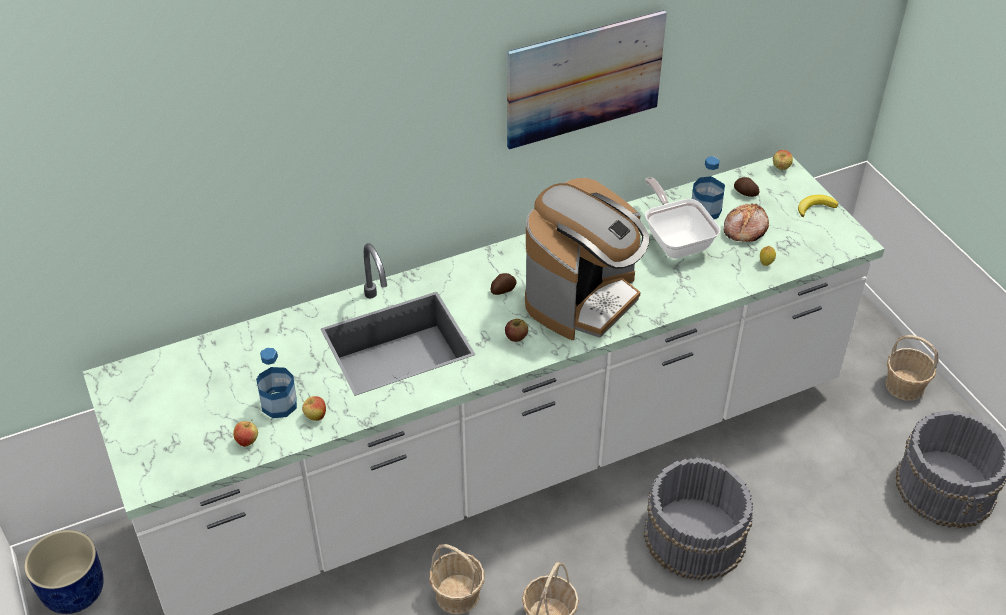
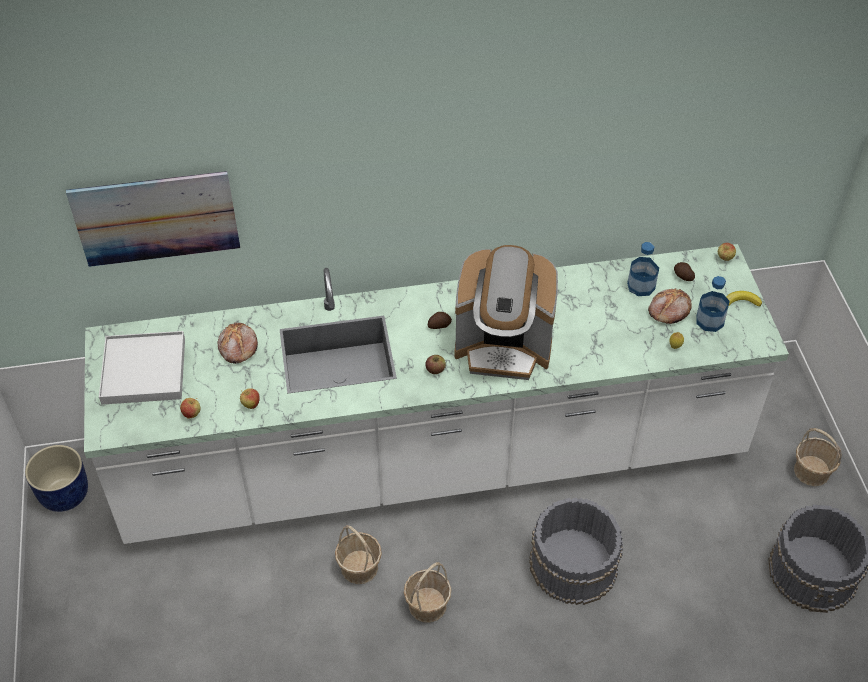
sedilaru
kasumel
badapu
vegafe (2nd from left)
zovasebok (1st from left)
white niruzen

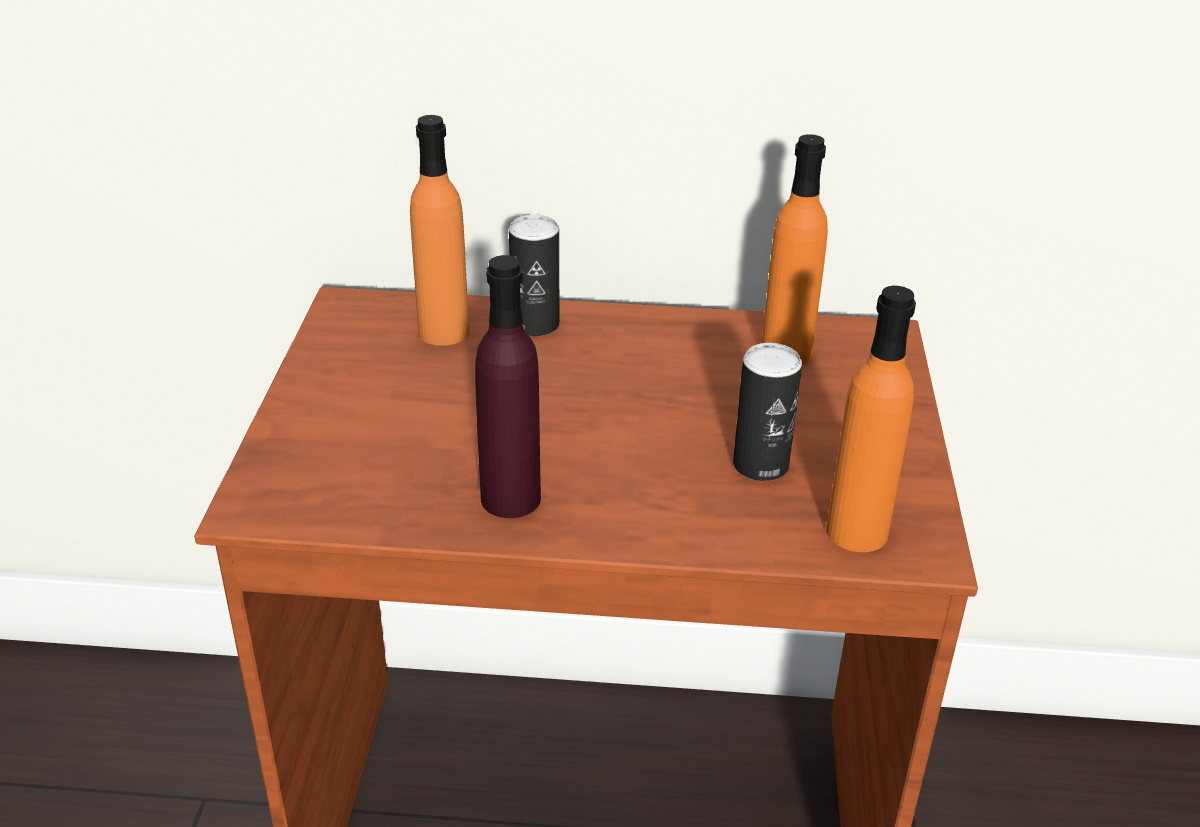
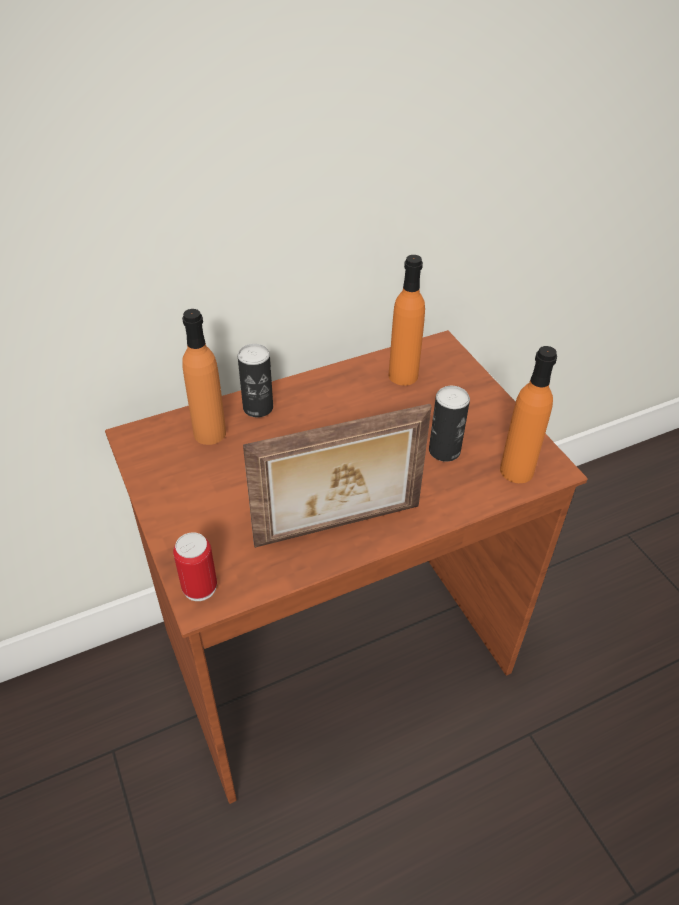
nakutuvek
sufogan (1st from left)

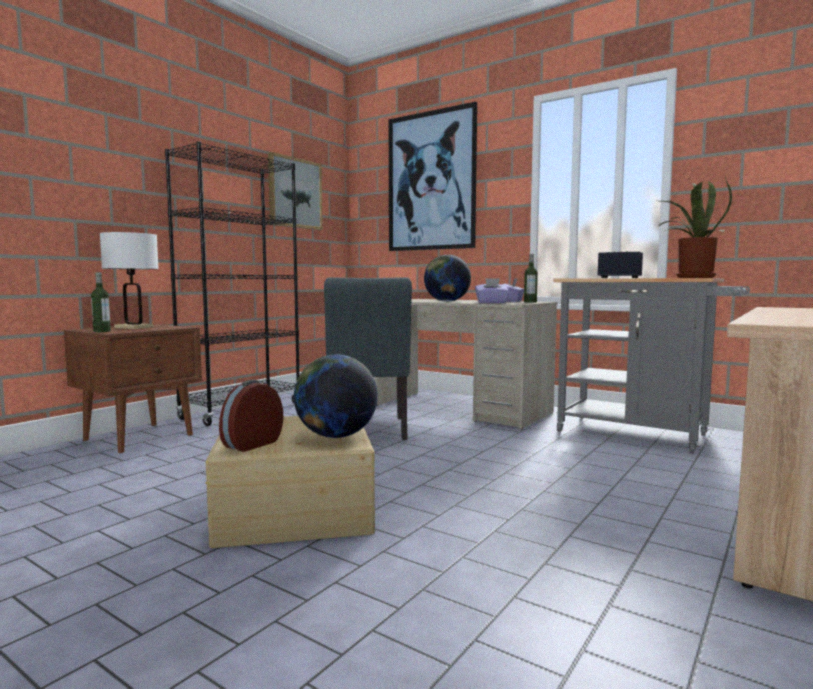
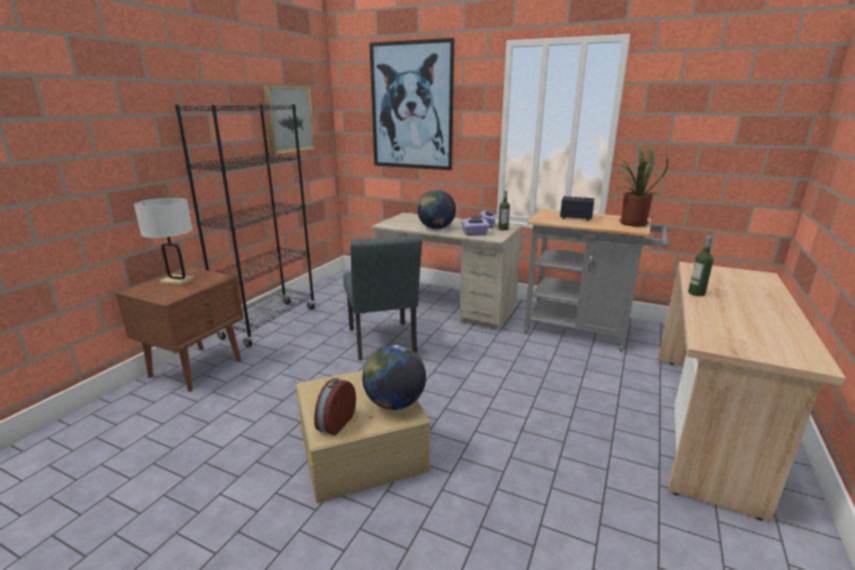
vegafe (2nd from left)

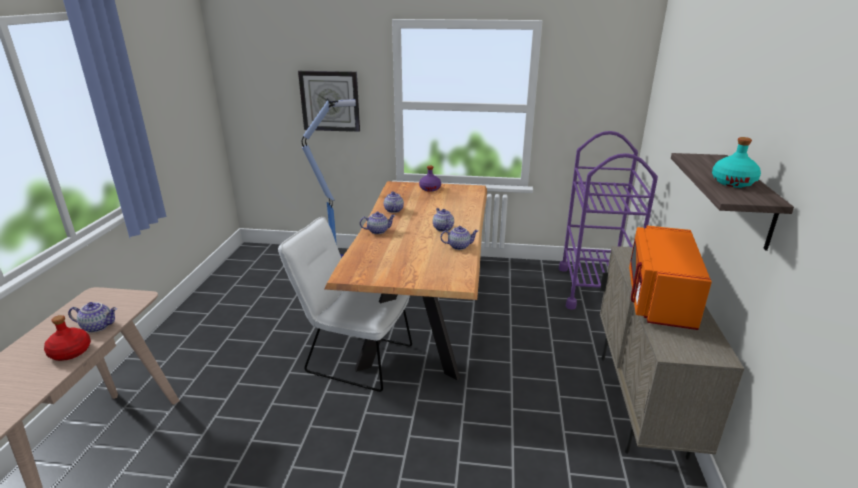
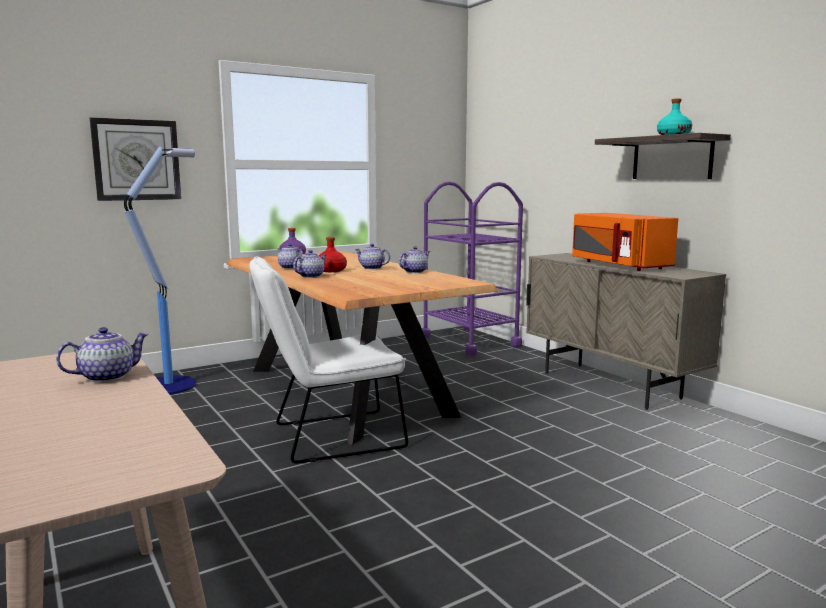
red vegafe

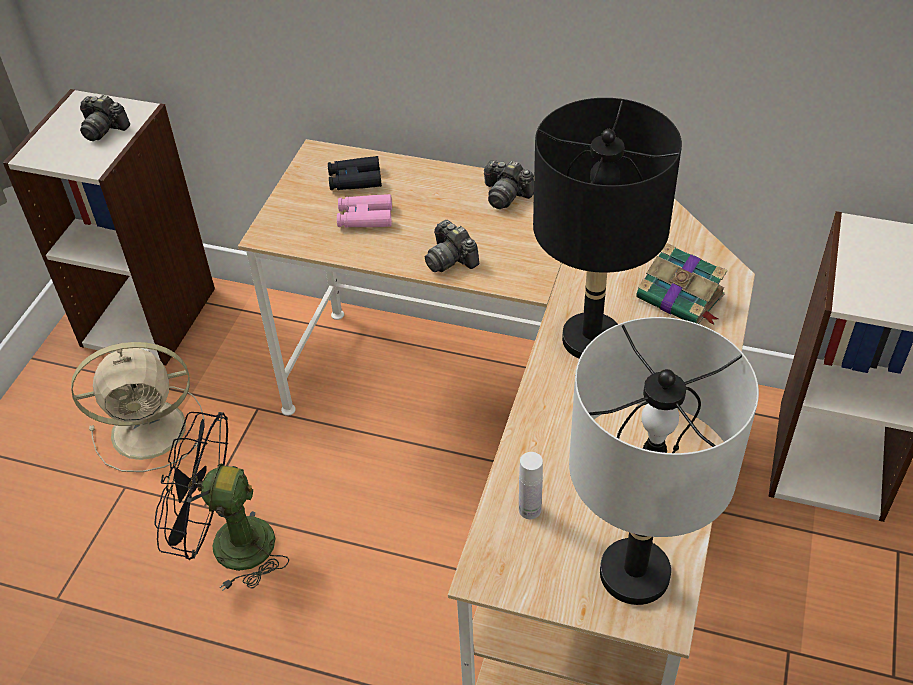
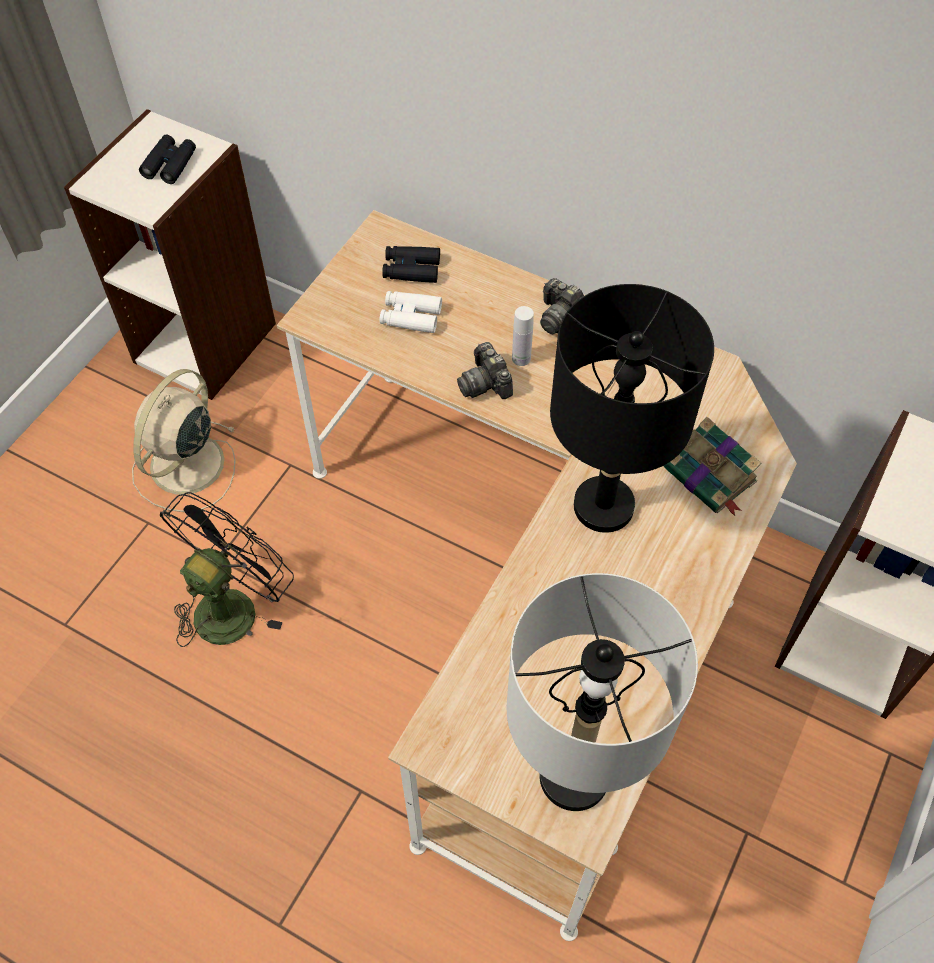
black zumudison (1st from left)
white zumudison
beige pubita
black pubita
white vegafe

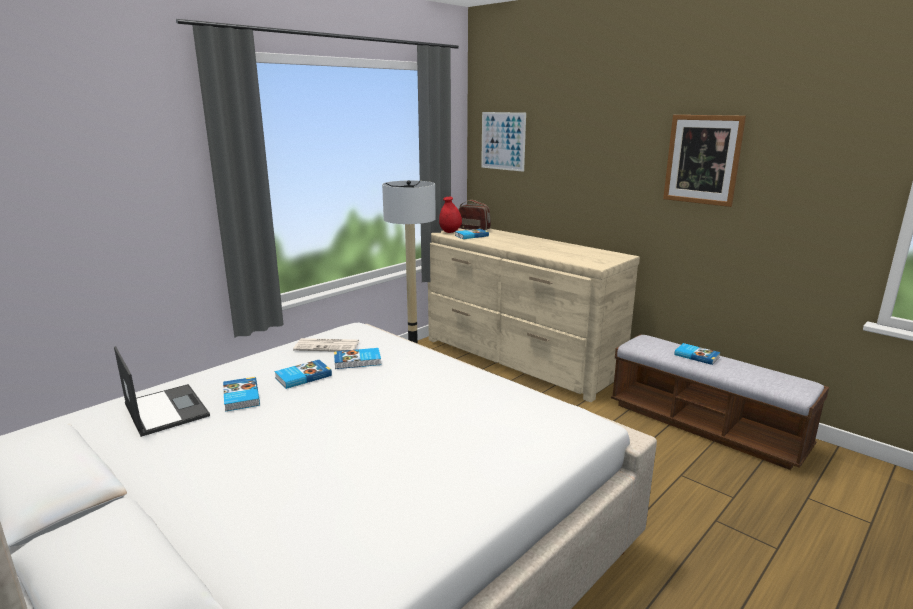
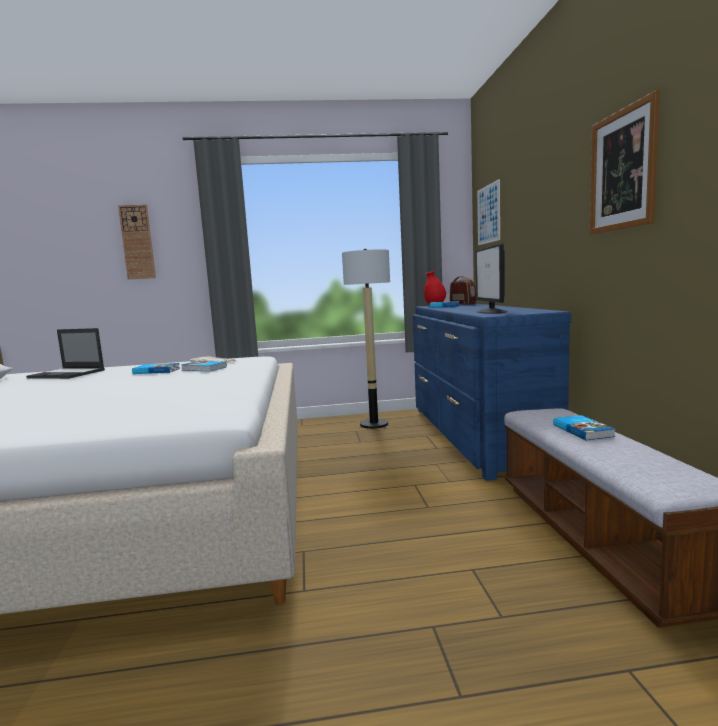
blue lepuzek
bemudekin
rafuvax (1st from left in the first image)
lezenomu
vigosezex

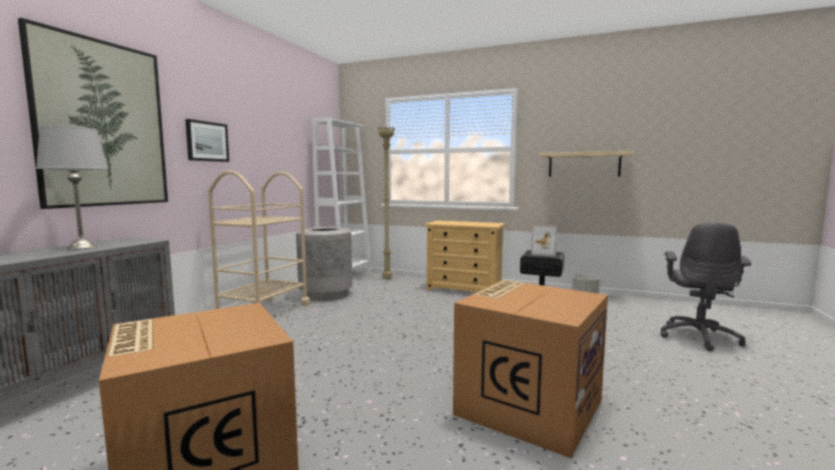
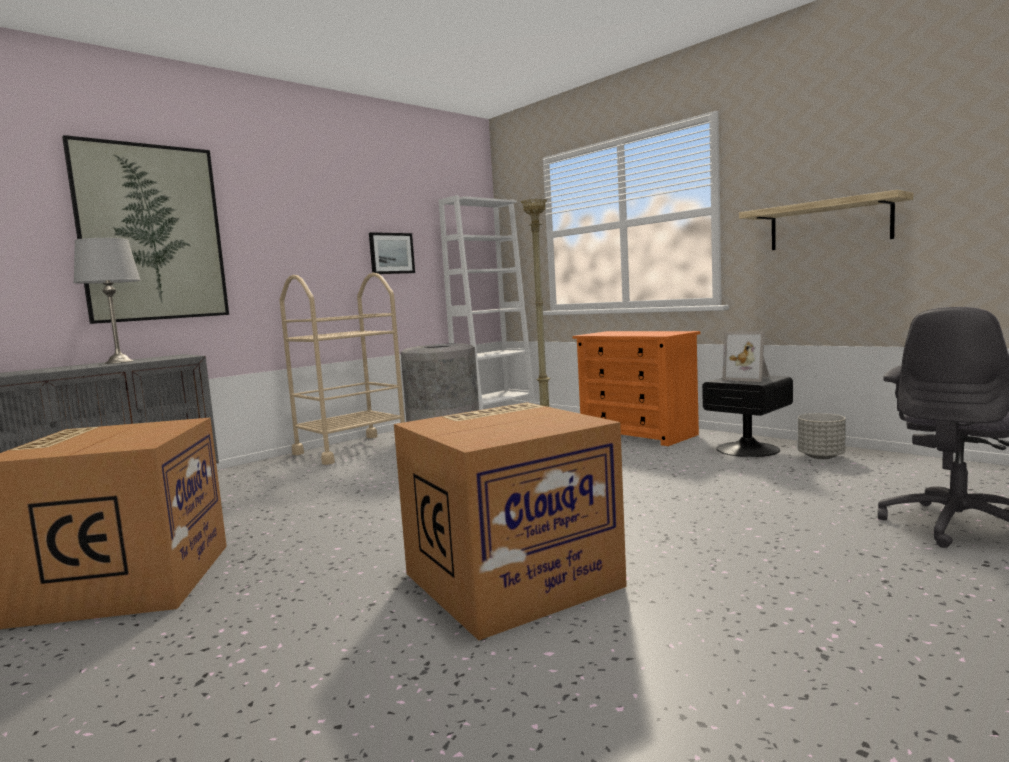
sedilaru (2nd from left)
orange lepuzek

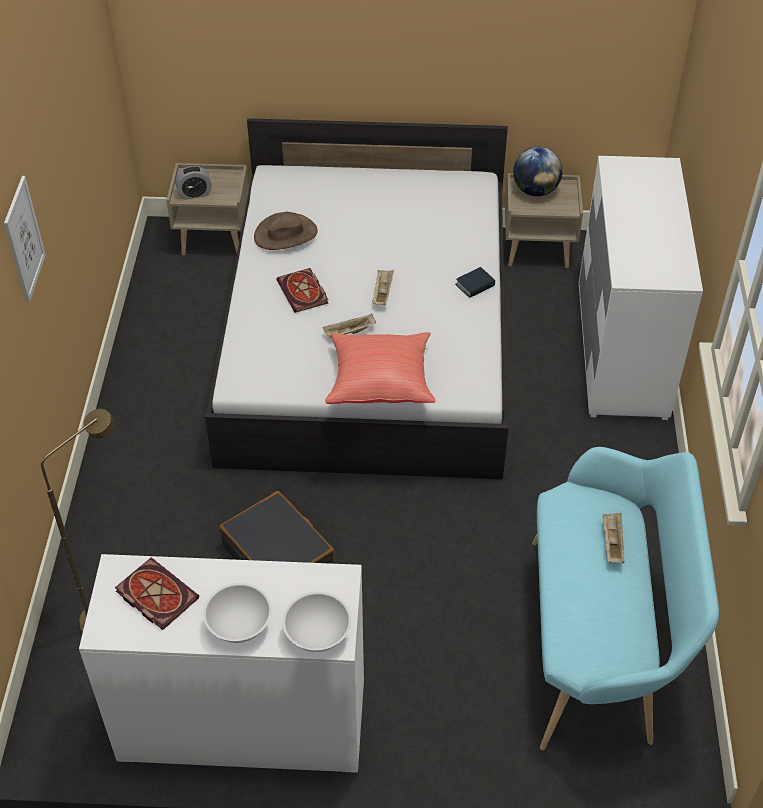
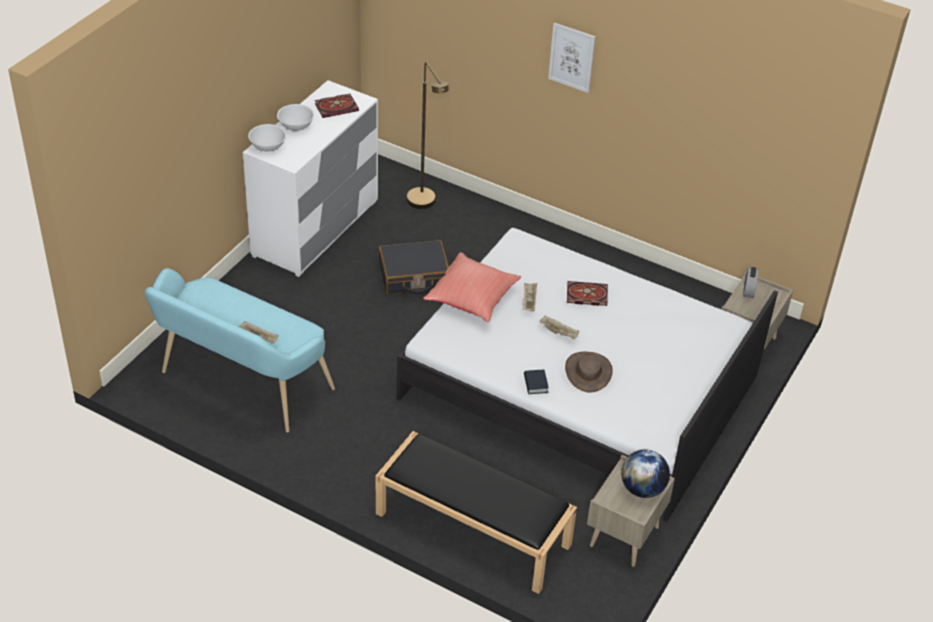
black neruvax
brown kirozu

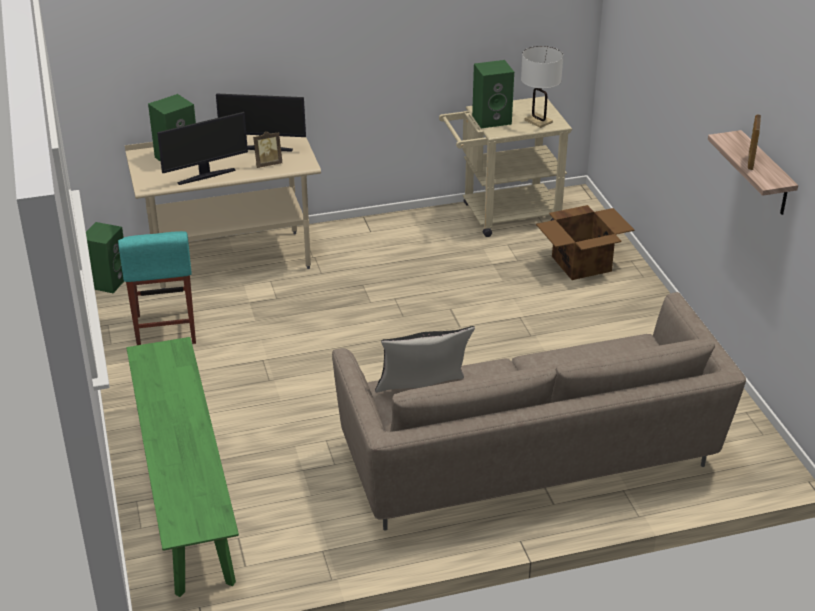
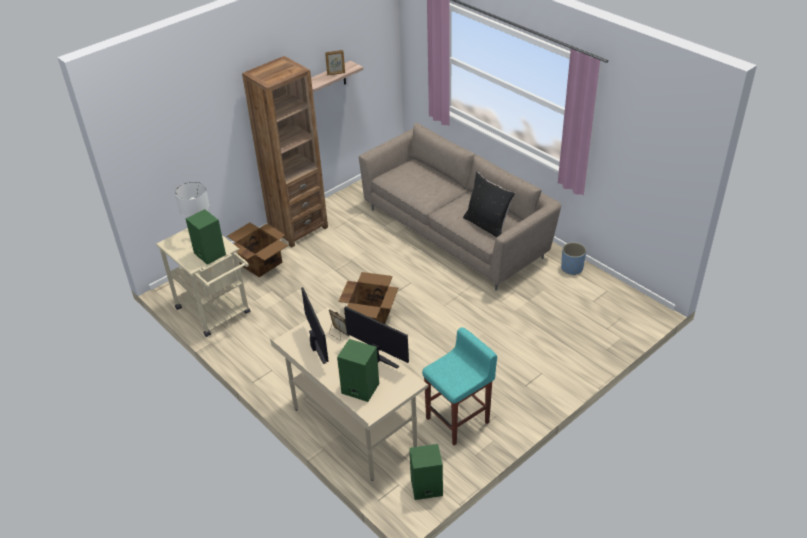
green neruvax
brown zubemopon
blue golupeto
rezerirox (2nd from left)

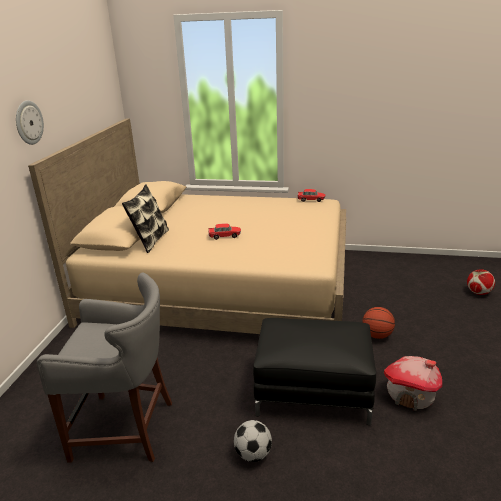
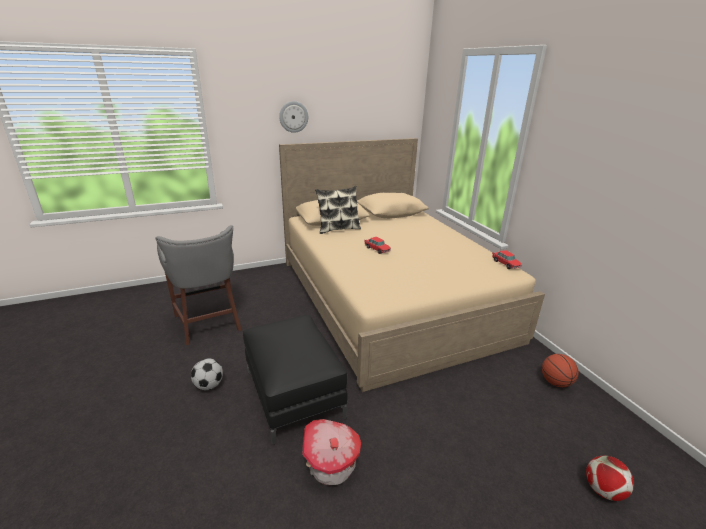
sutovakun

